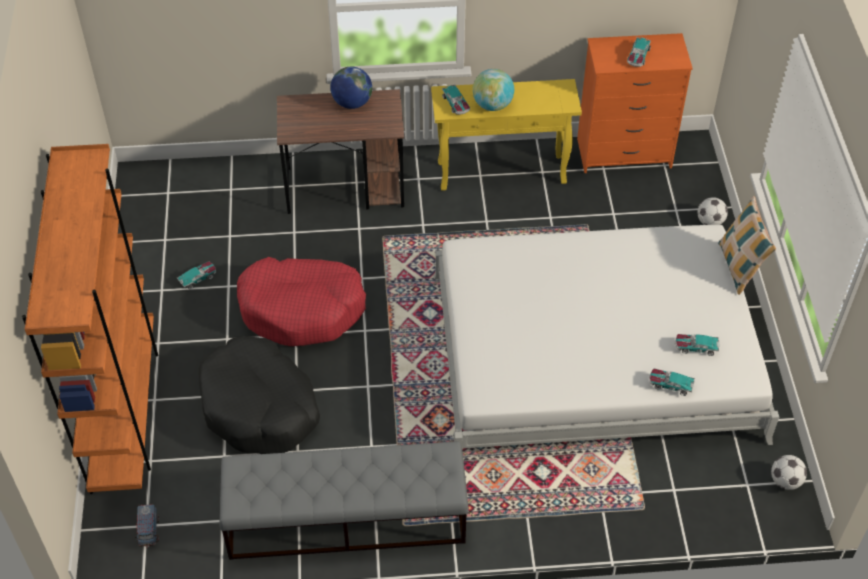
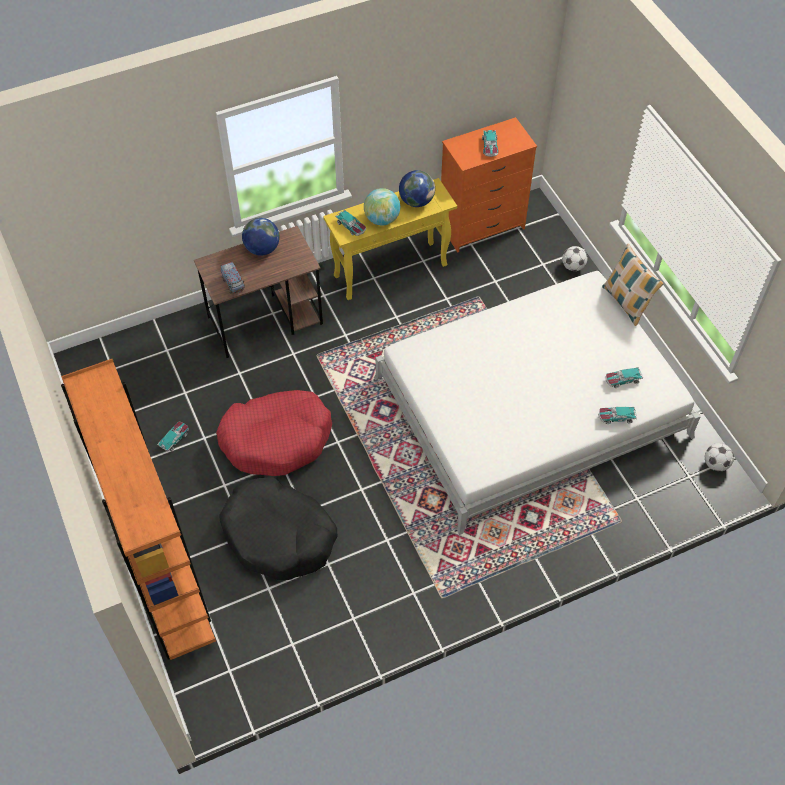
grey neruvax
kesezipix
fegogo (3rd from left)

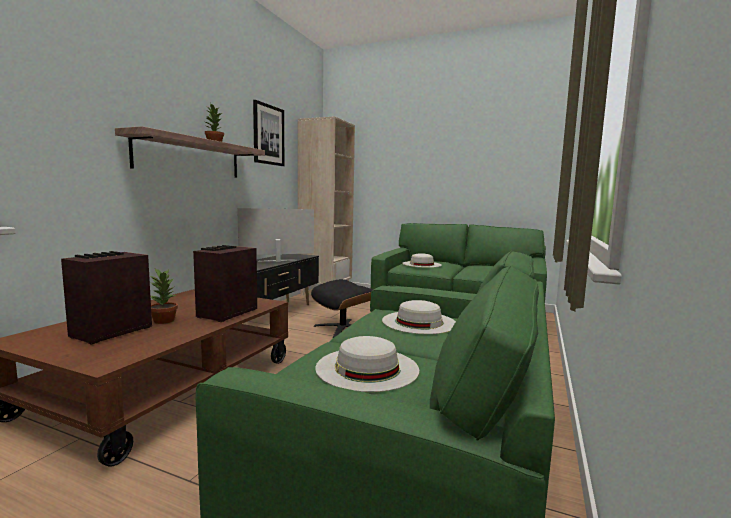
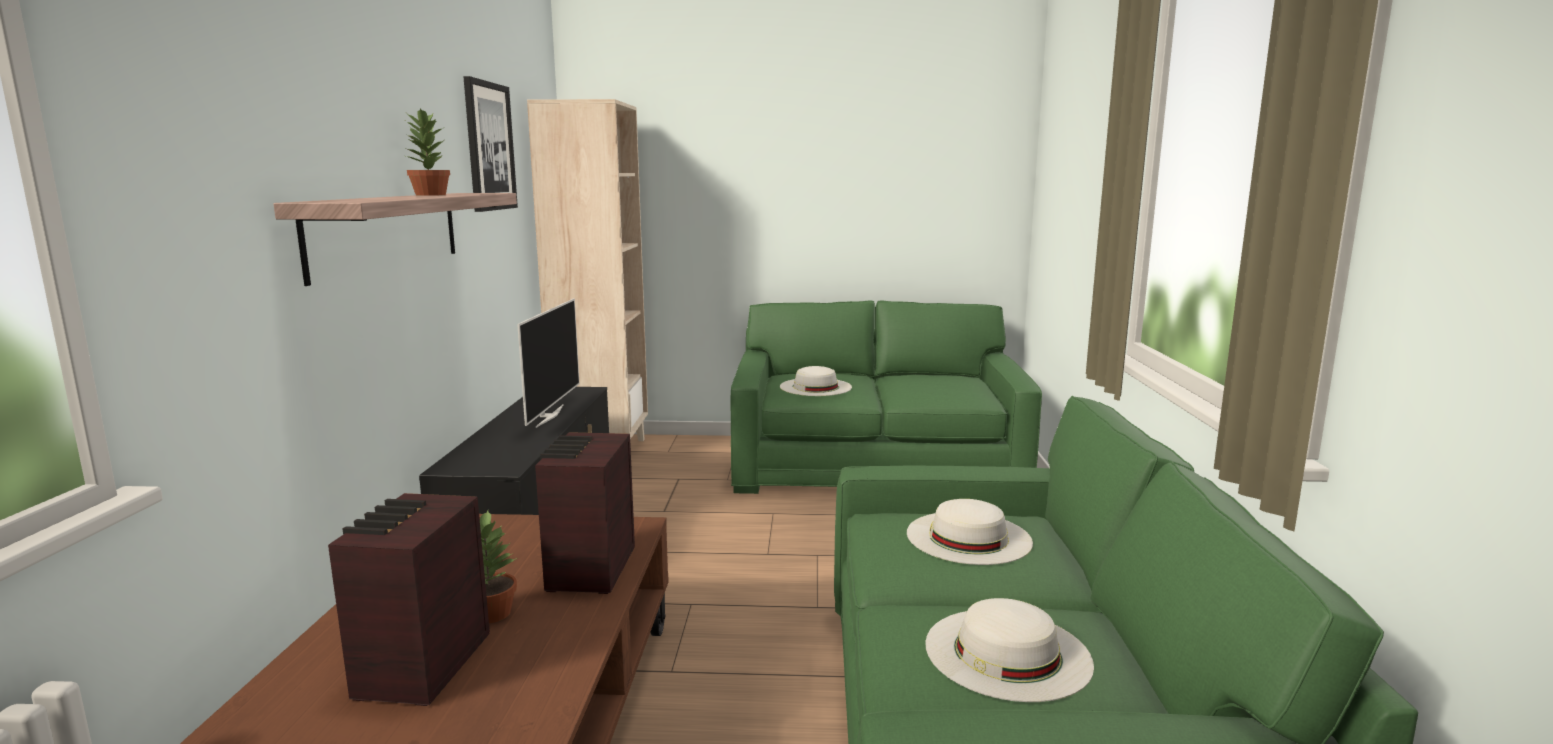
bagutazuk
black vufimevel

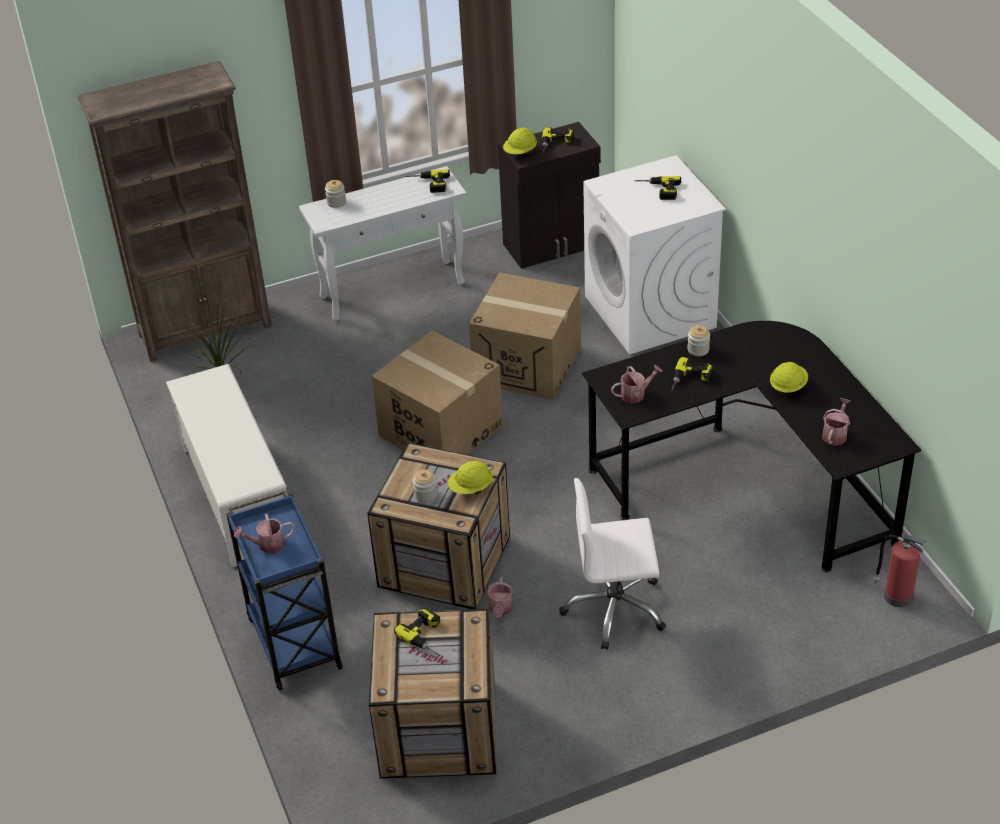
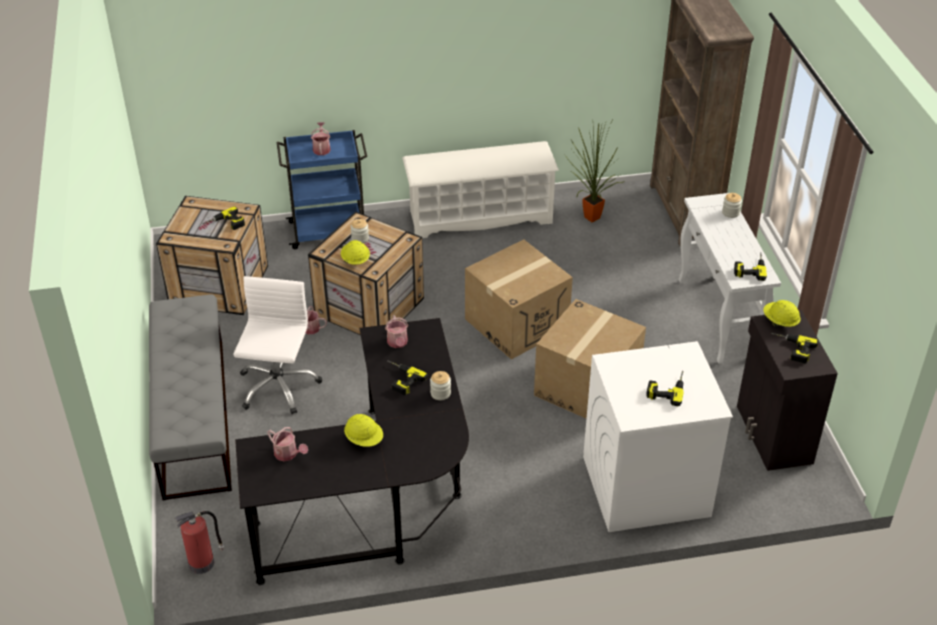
grey neruvax

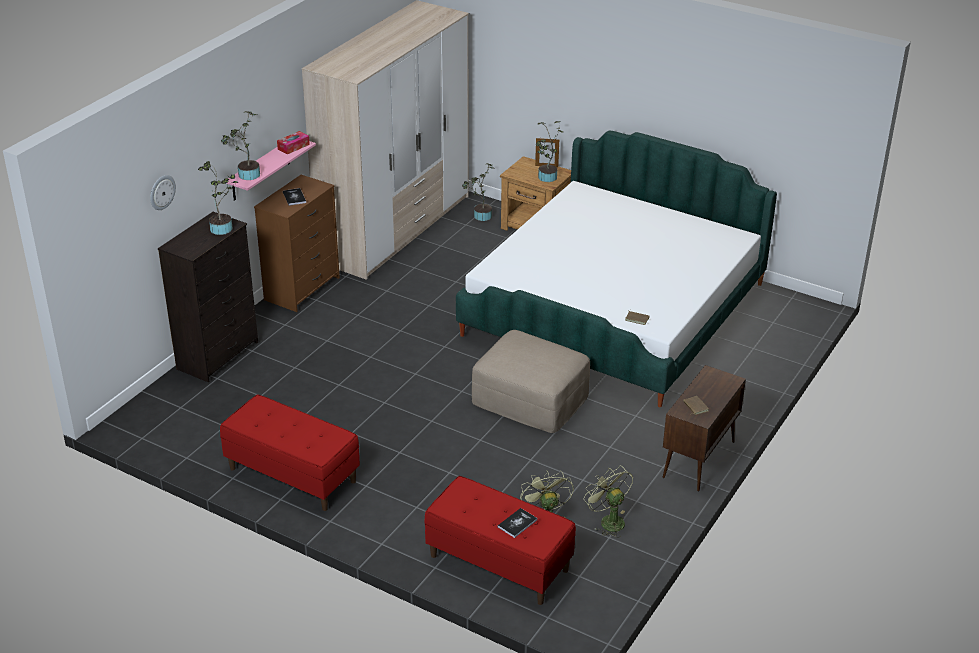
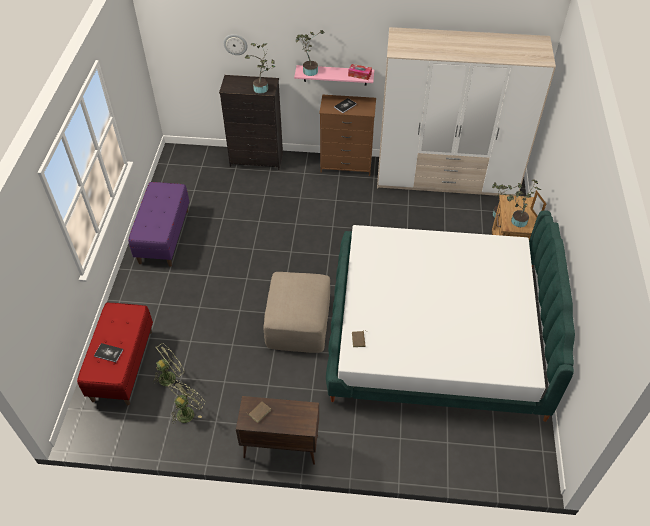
purple neruvax

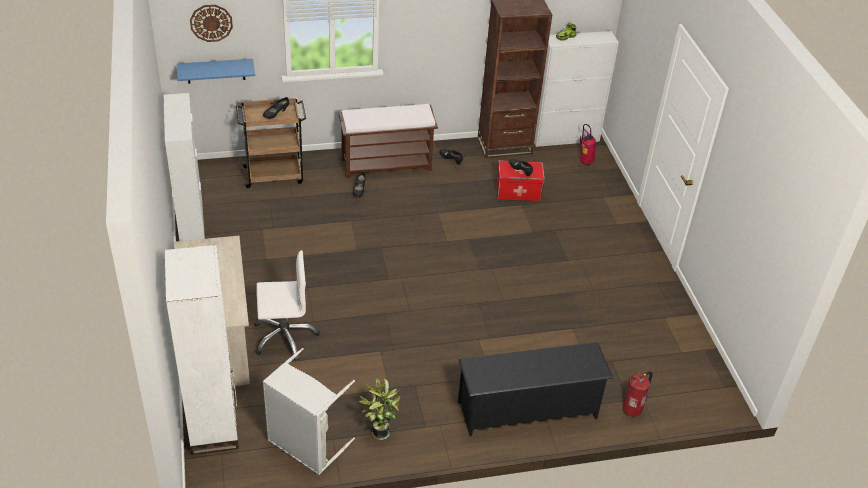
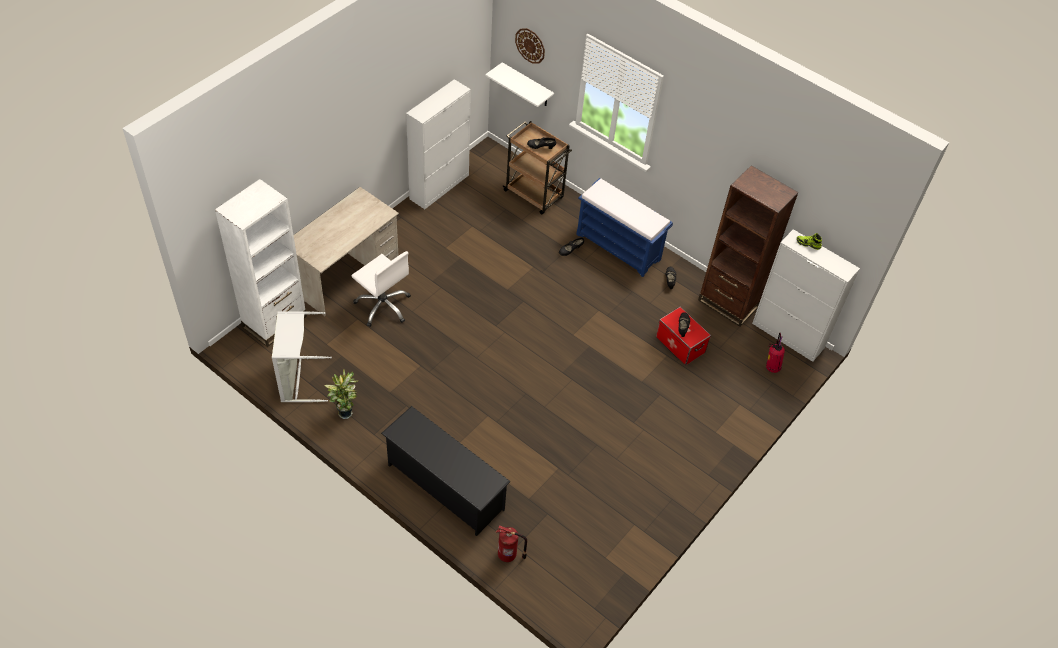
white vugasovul
blue neruvax

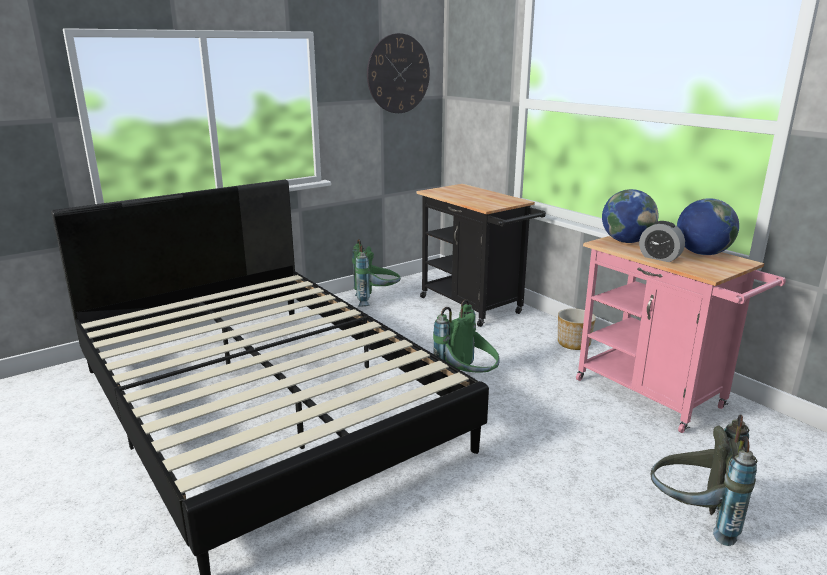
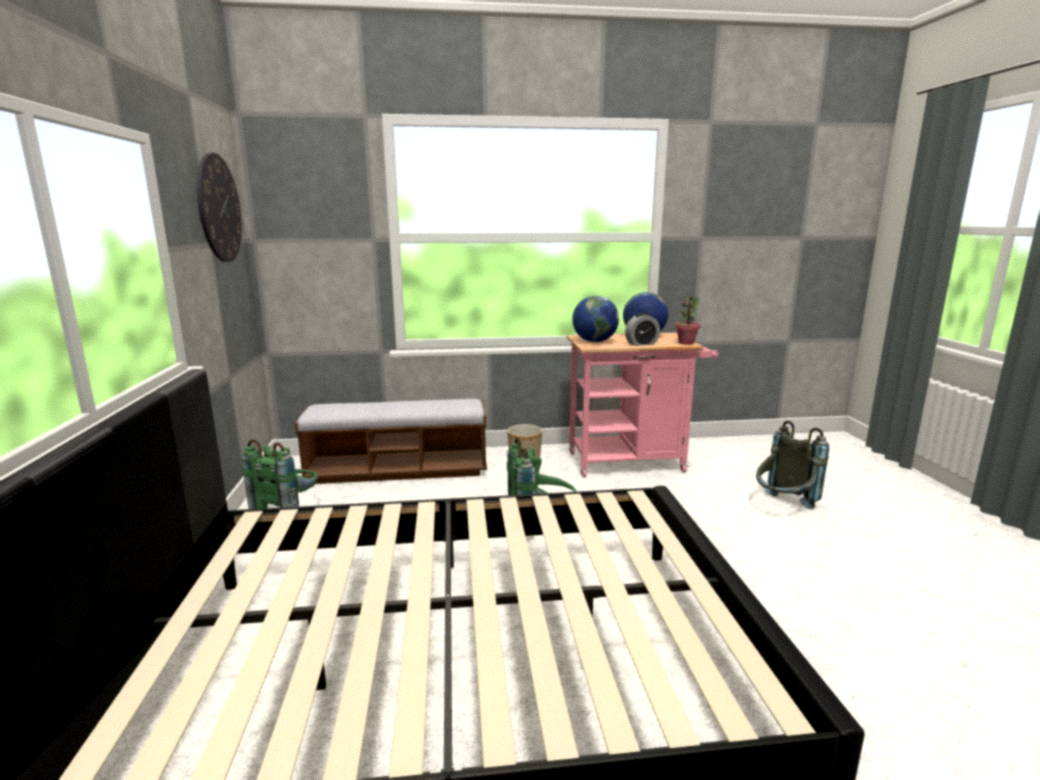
neruvax
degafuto

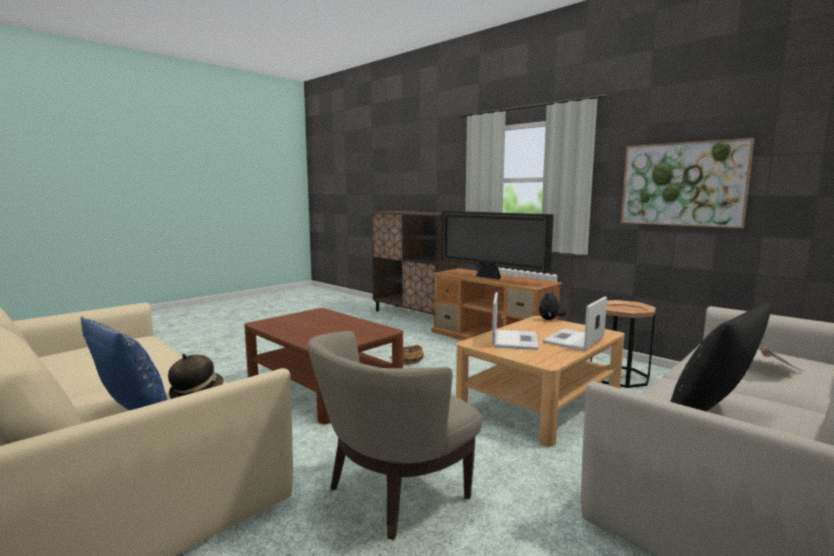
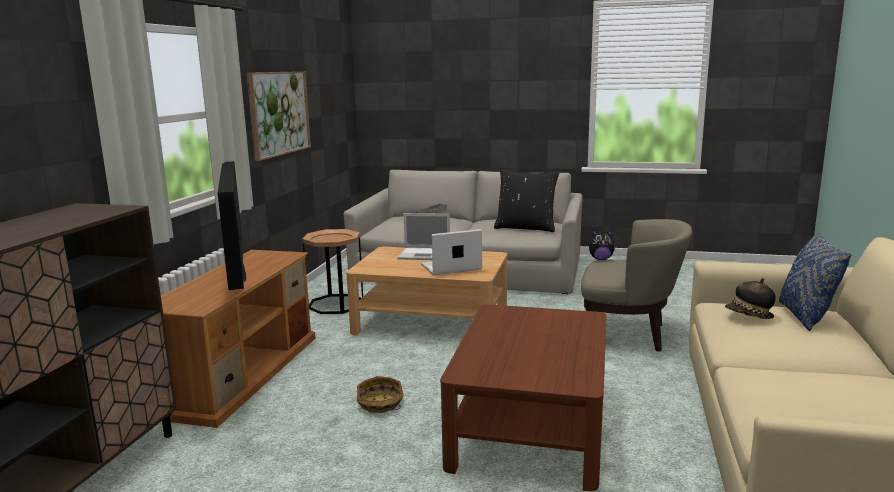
bagutazuk
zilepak

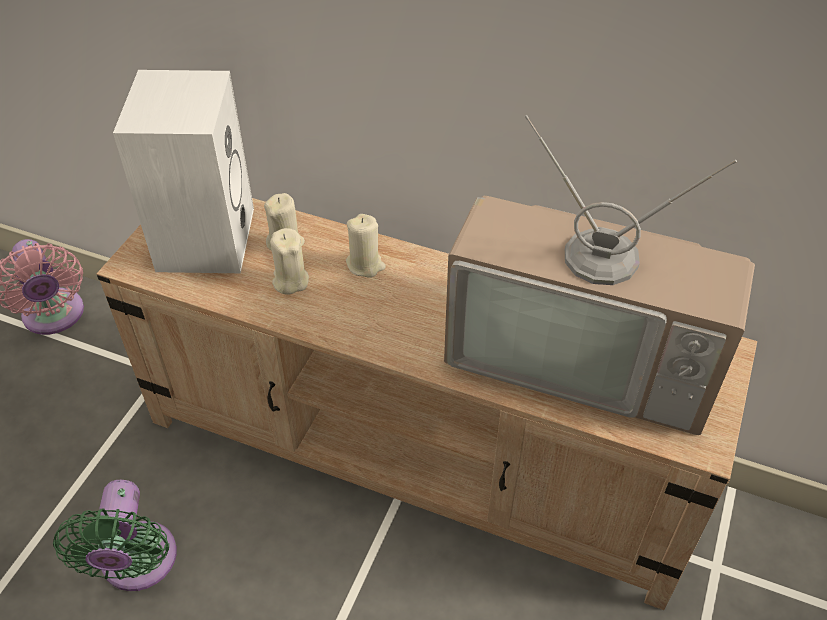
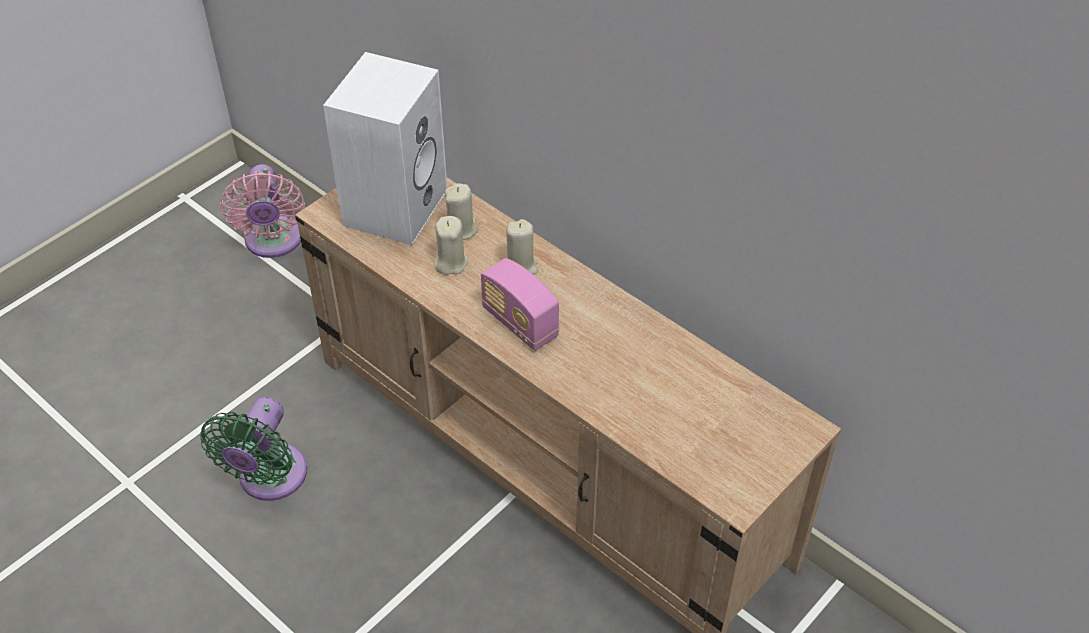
bagutazuk
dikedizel

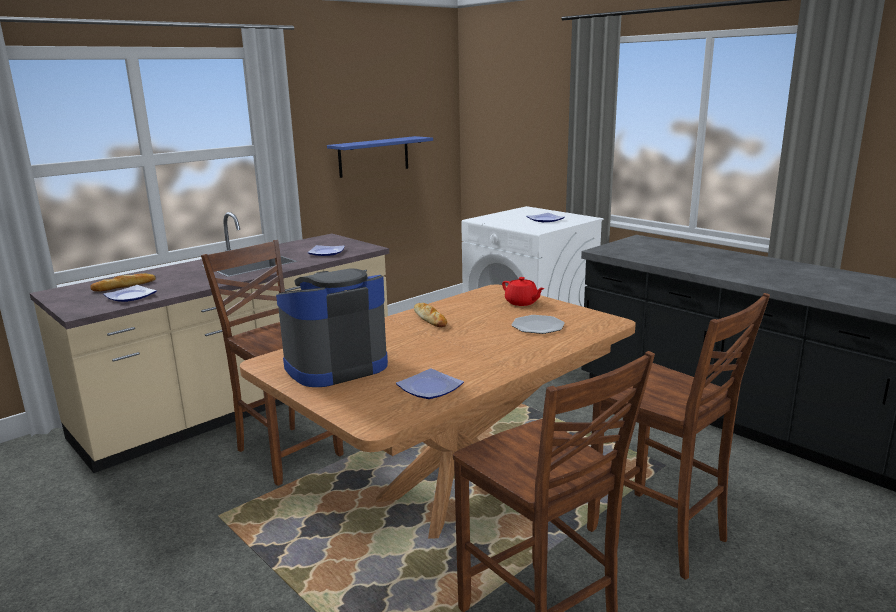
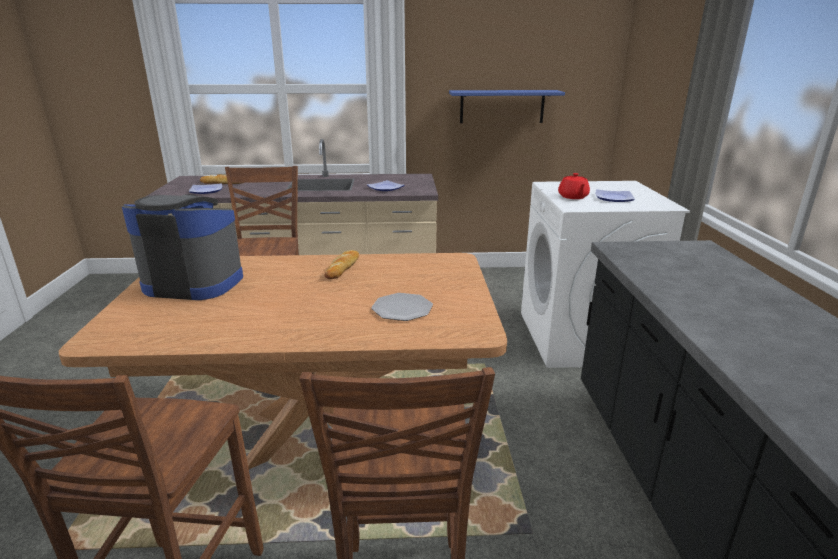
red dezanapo
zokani (3rd from left in the first image)

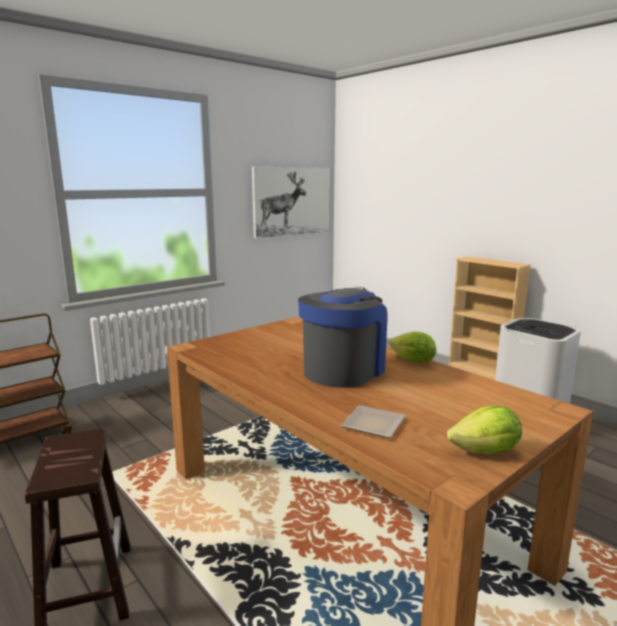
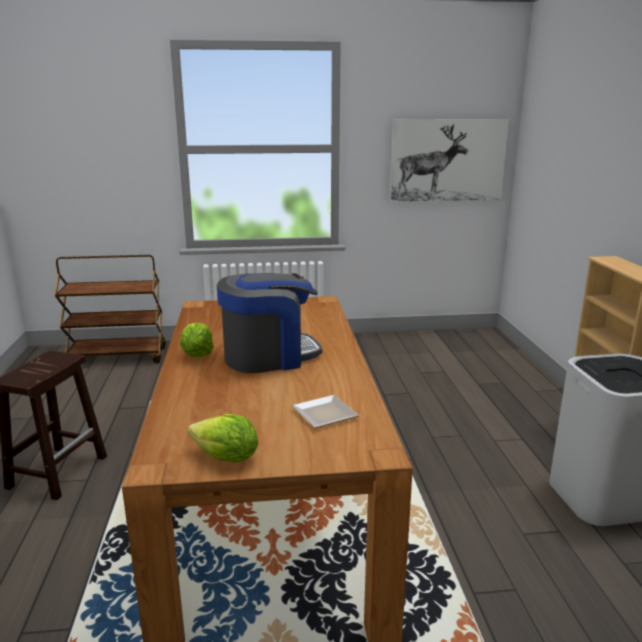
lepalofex (1st from left)
zokani

